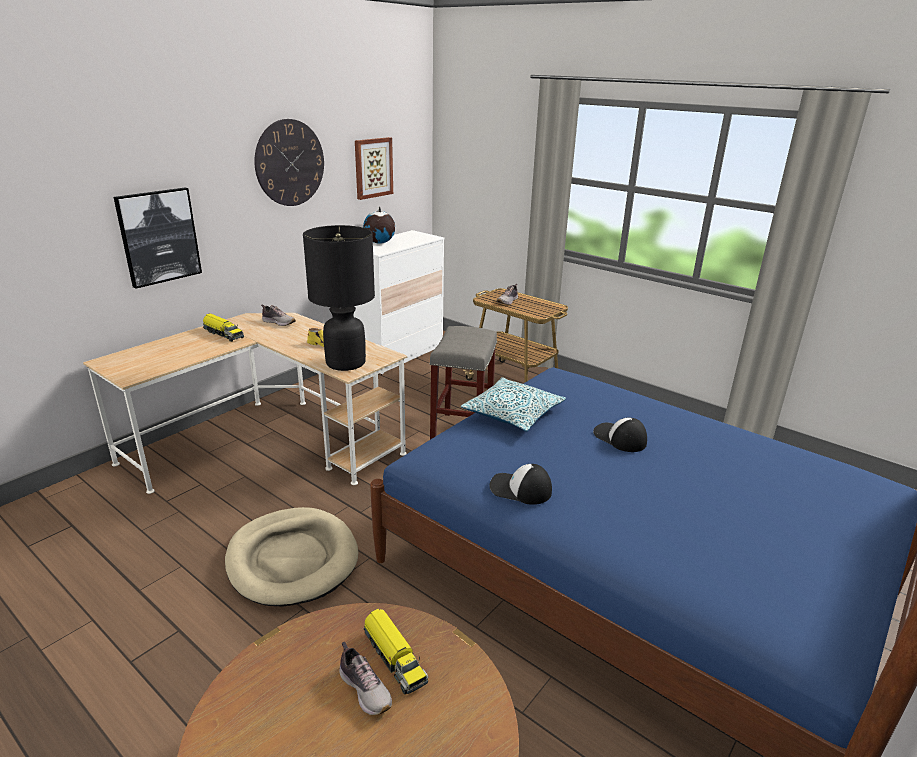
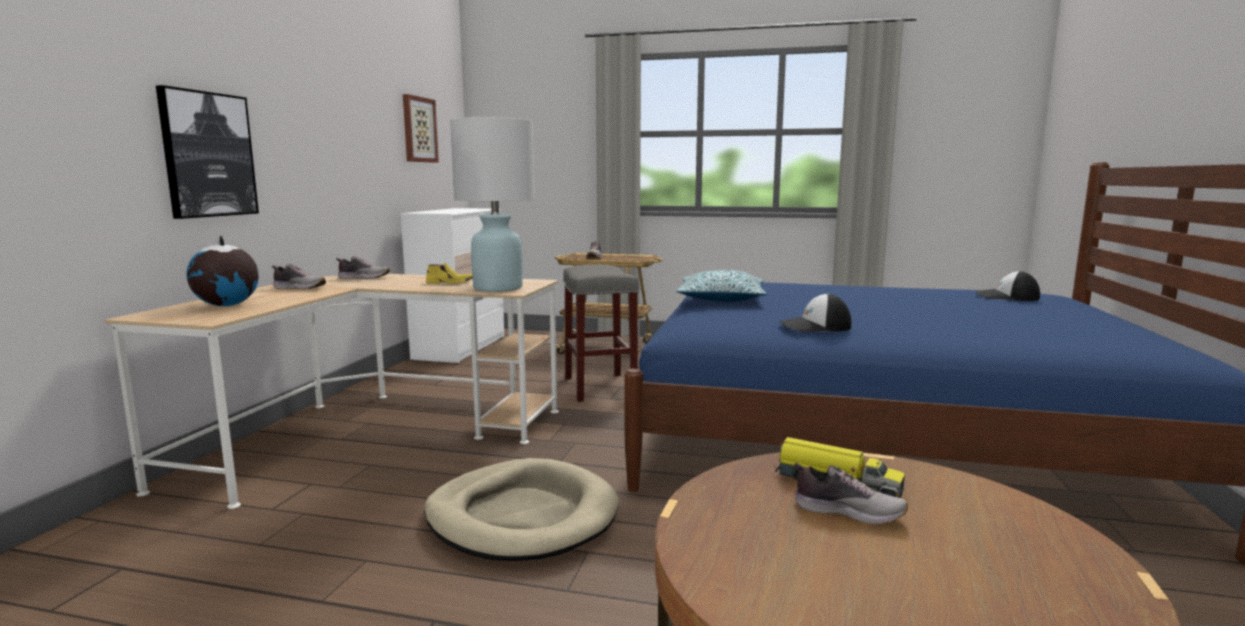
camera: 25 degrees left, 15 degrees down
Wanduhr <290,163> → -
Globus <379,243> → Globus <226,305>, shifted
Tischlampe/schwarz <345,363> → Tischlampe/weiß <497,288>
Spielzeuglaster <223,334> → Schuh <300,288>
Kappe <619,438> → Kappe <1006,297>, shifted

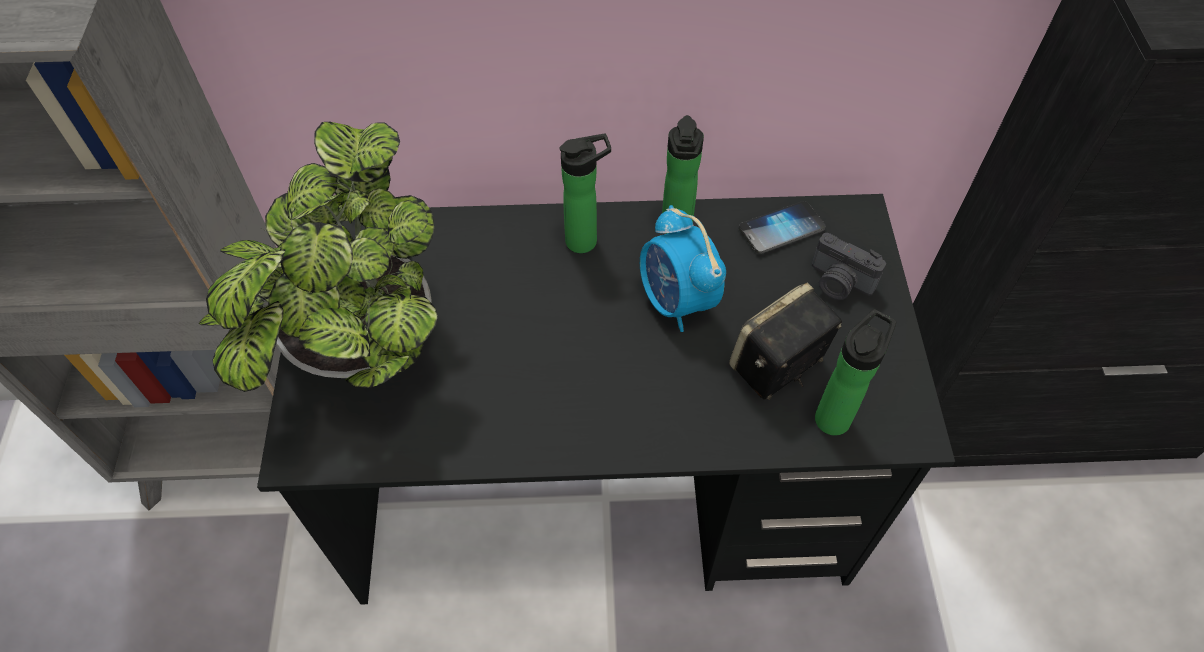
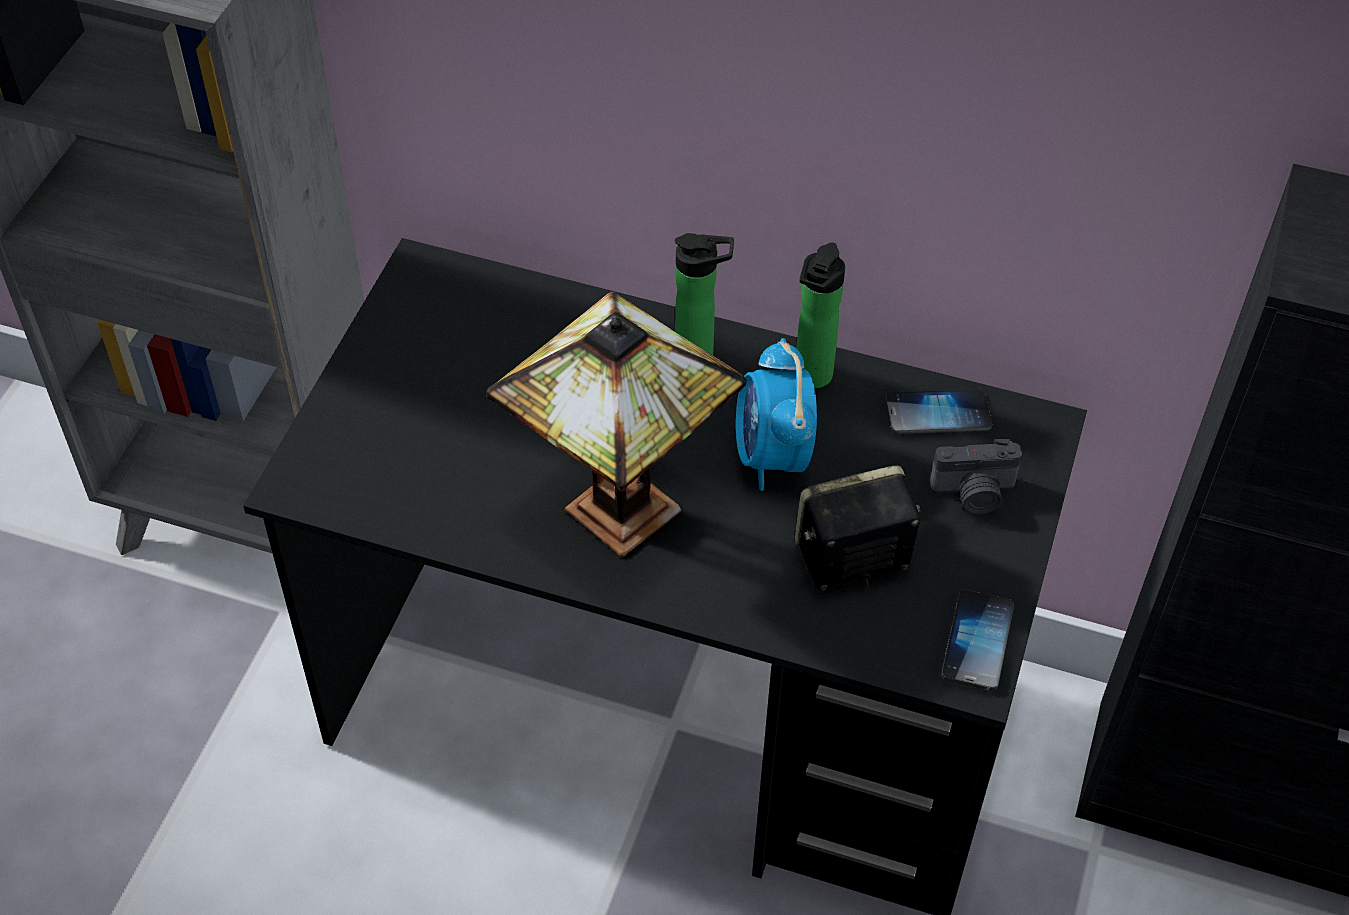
camera: 20 degrees right, 5 degrees down
Topfpflanze <360,351> → -
Kamera <838,283> → Kamera <974,494>, 60 degrees counterclockwise
Flasche <835,415> → -
- → Tischlampe <620,518>
- → Handy <977,641>

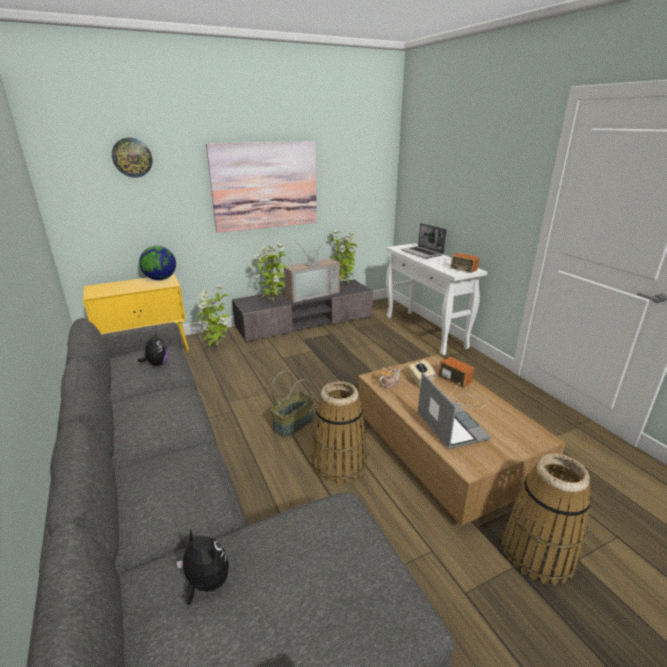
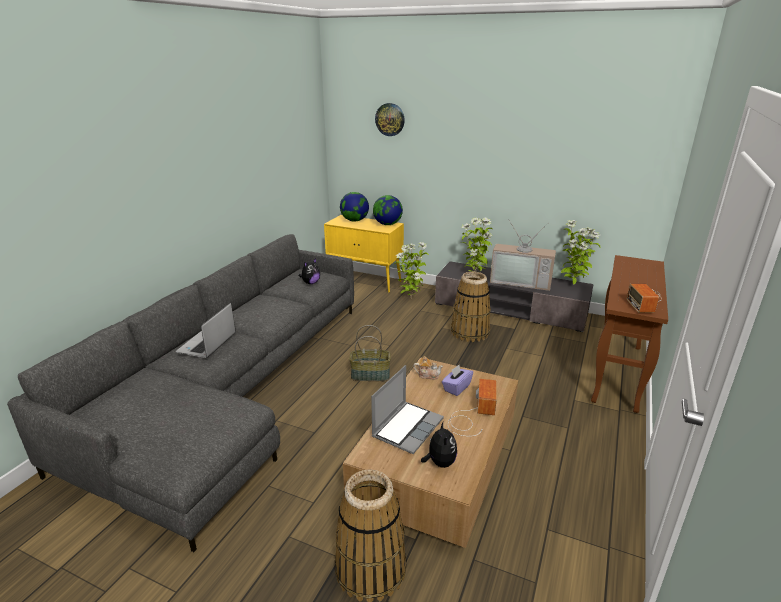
camera: 50 degrees right, 0 degrees up
Bild <265,186> → -
Laptop <422,253> → Laptop <207,344>, shifted
Konsolentisch/weiß <425,332> → Konsolentisch/braun <617,373>
Taschentuchbox/beige <420,380> → Taschentuchbox/lila <456,388>
Korb <339,463> → Korb <470,332>, shifted
Plüschtier <206,583> → Plüschtier <440,462>, shifted
- → Globus <354,220>

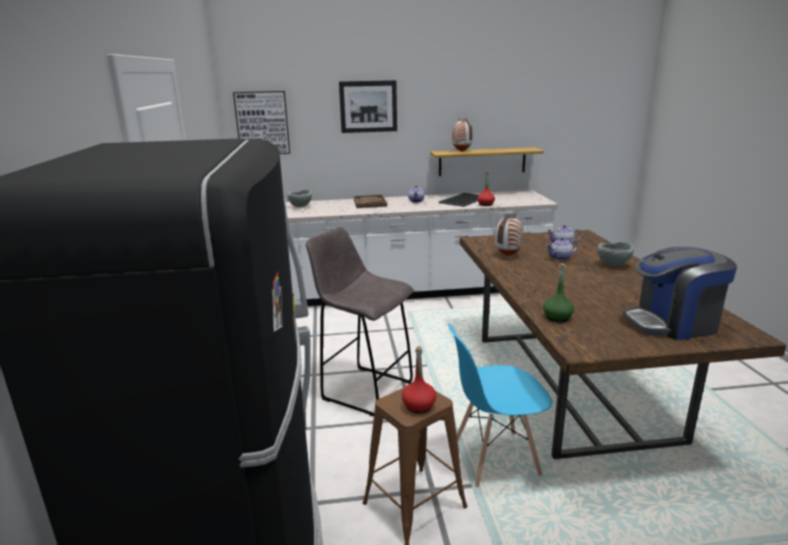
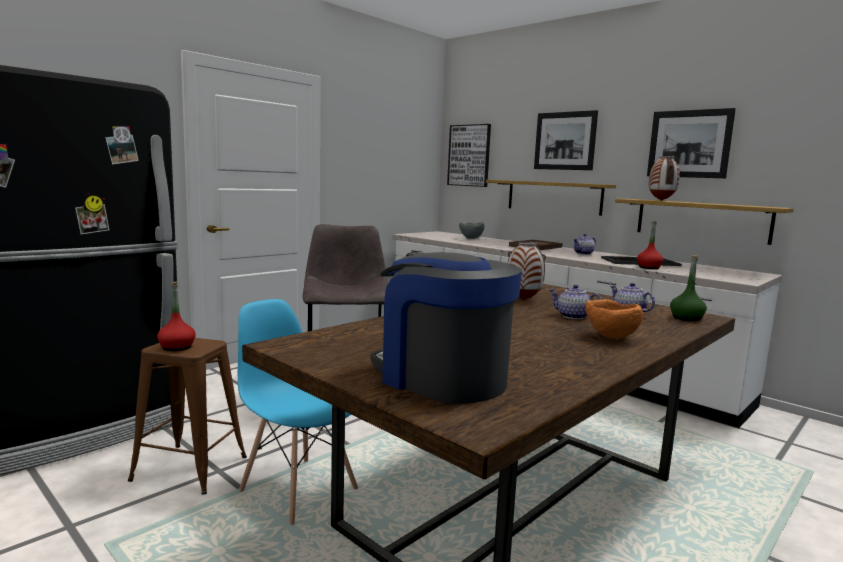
camera: 50 degrees right, 10 degrees down
Schüssel/grau <613,265> → Schüssel/orange <610,338>
Flasche/grün <557,317> → Flasche/grün <686,318>, shifted
- → Bild <689,144>
- → Wandregal <553,197>

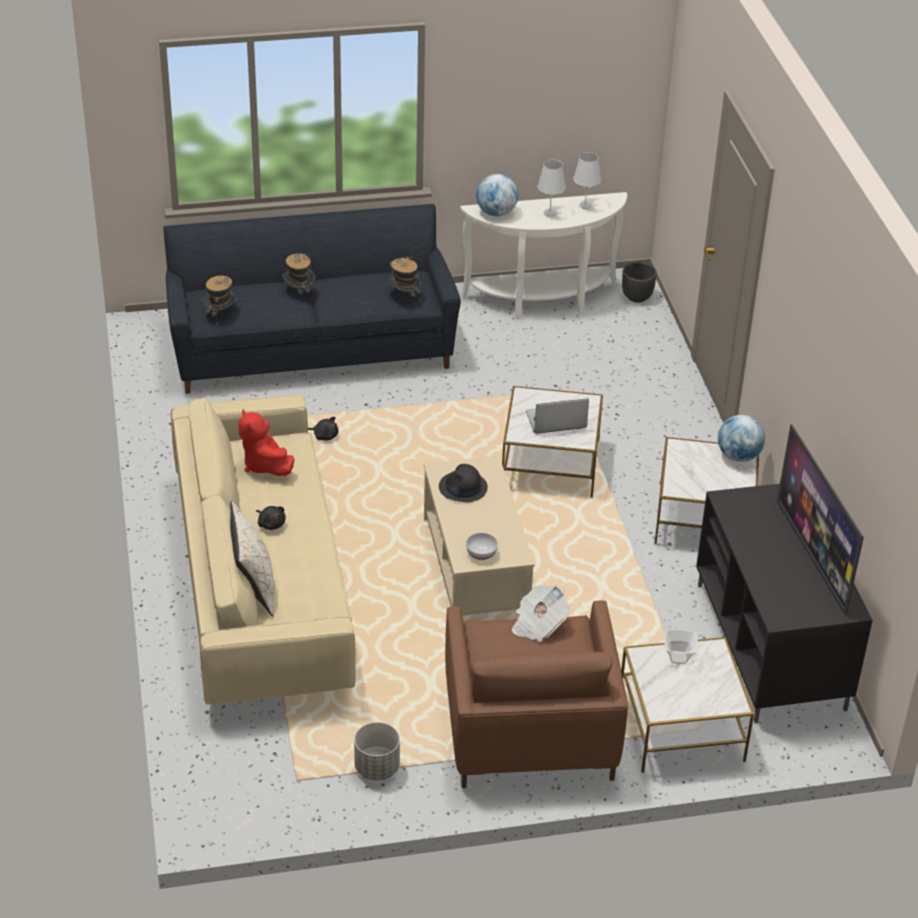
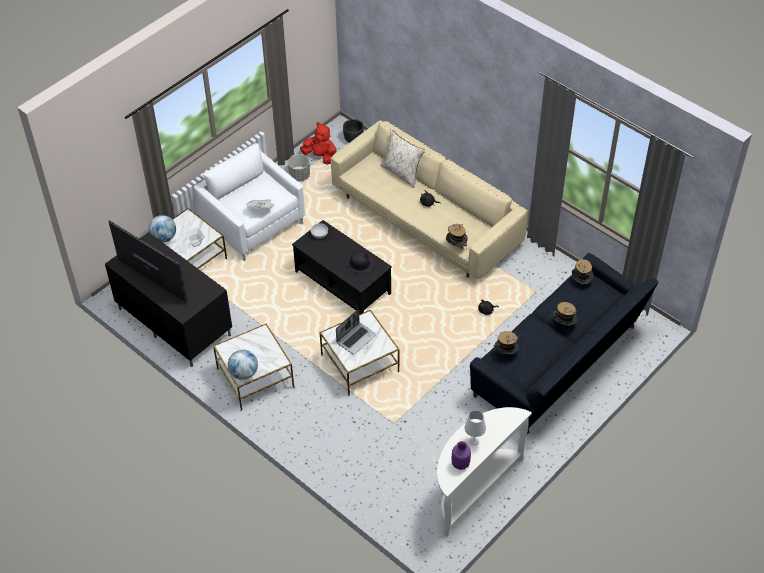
camera: 145 degrees right, 10 degrees up
Tischlampe/weiß <584,205> → Vase/lila <460,463>
Globus <496,213> → Globus <164,238>, shifted
Pflanzkübel/schwarz <637,297> → Pflanzkübel/schwarz <353,140>, shifted
Plüschtier/rot <264,465> → Plüschtier/rot <320,156>, shifted
Couchtisch/beige <473,567> → Couchtisch/schwarz <343,282>
Sessel/braun <529,730> → Sessel/weiß <252,223>
- → Hut <456,246>

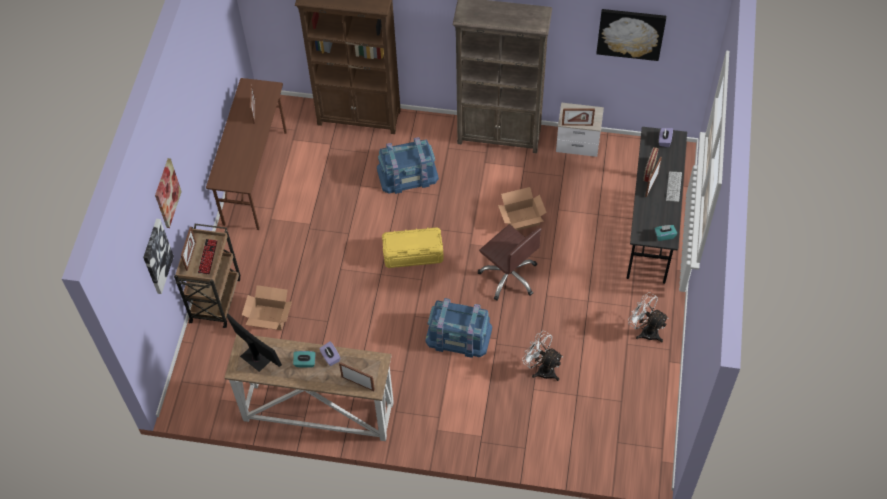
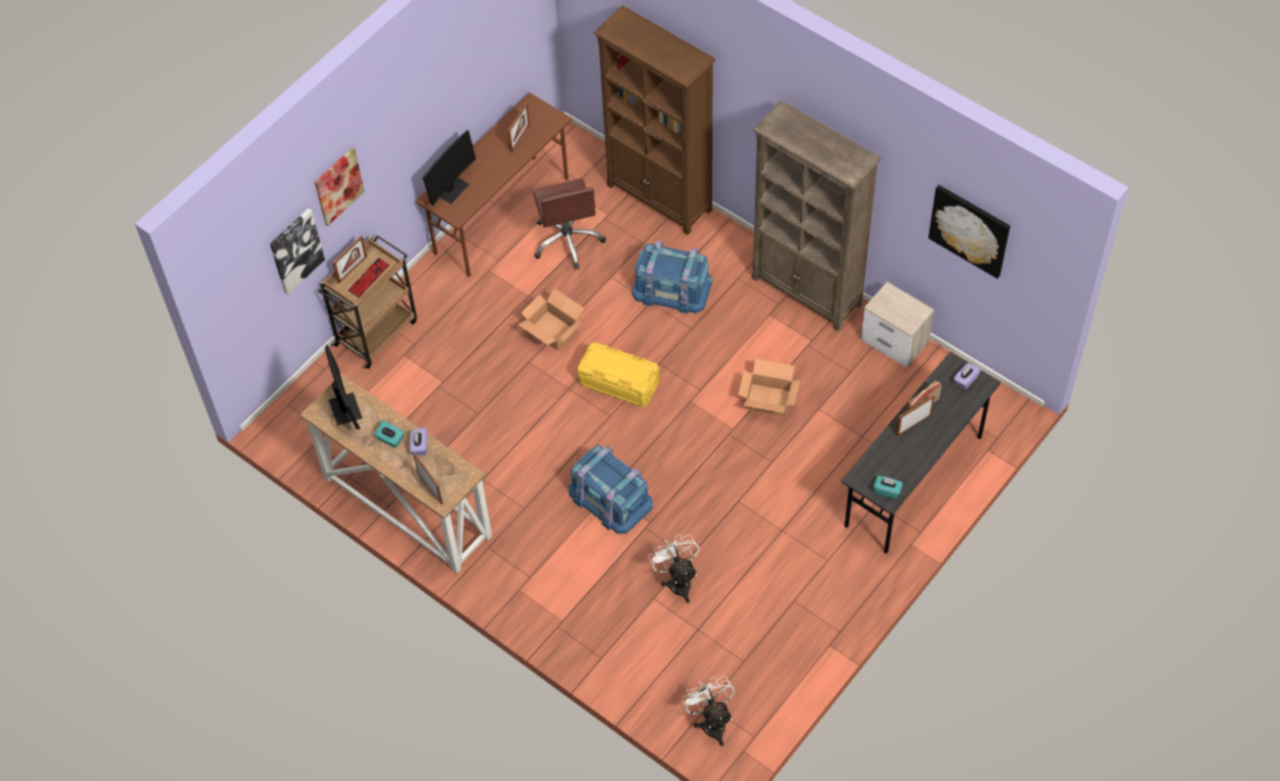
camera: 30 degrees right, 0 degrees up
Bilderrahmen <577,125> → -
Tastatur <673,187> → -
Bürostuhl/braun <509,276> → Bürostuhl/braun <568,240>, shifted
Karton <269,317> → Karton <552,330>, shifted
Ventilator/weiß <645,330> → Ventilator/weiß <711,722>, shifted
- → Monitor <451,189>

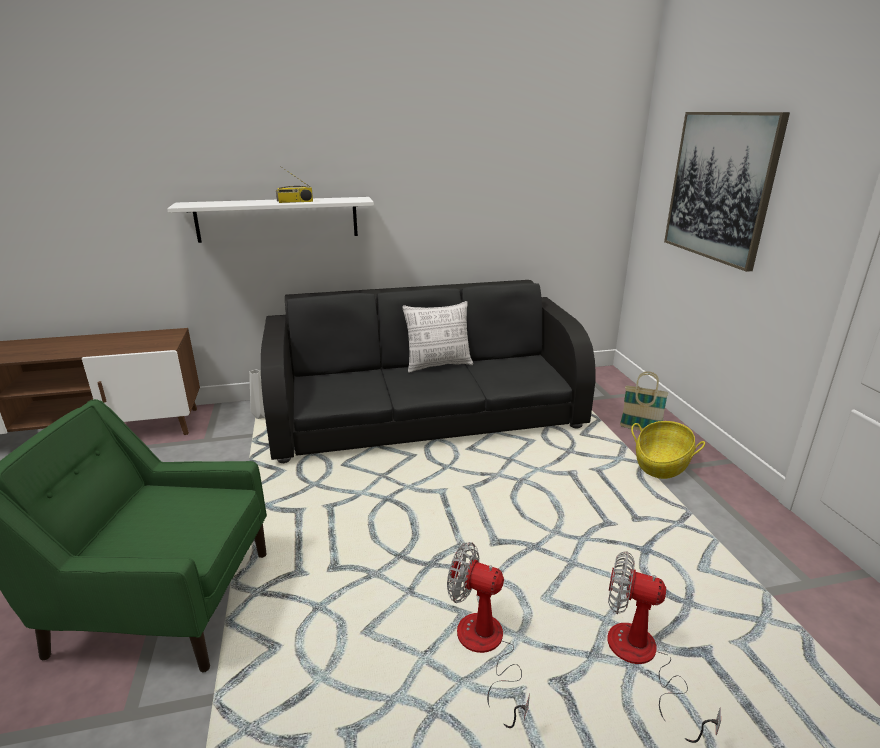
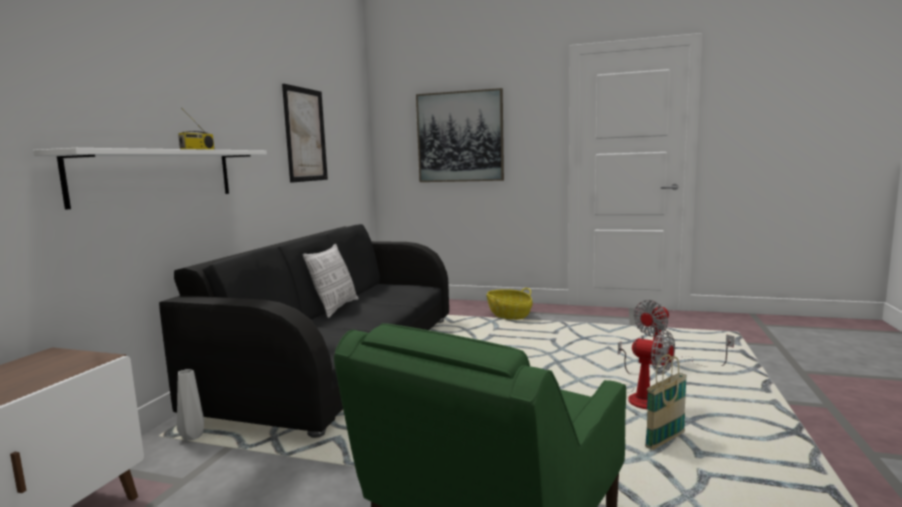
camera: 60 degrees left, 15 degrees down
Korb <640,429> → Korb <665,441>, shifted
Ventilator <485,649> → Ventilator <641,397>, 105 degrees counterclockwise
- → Bild <305,135>

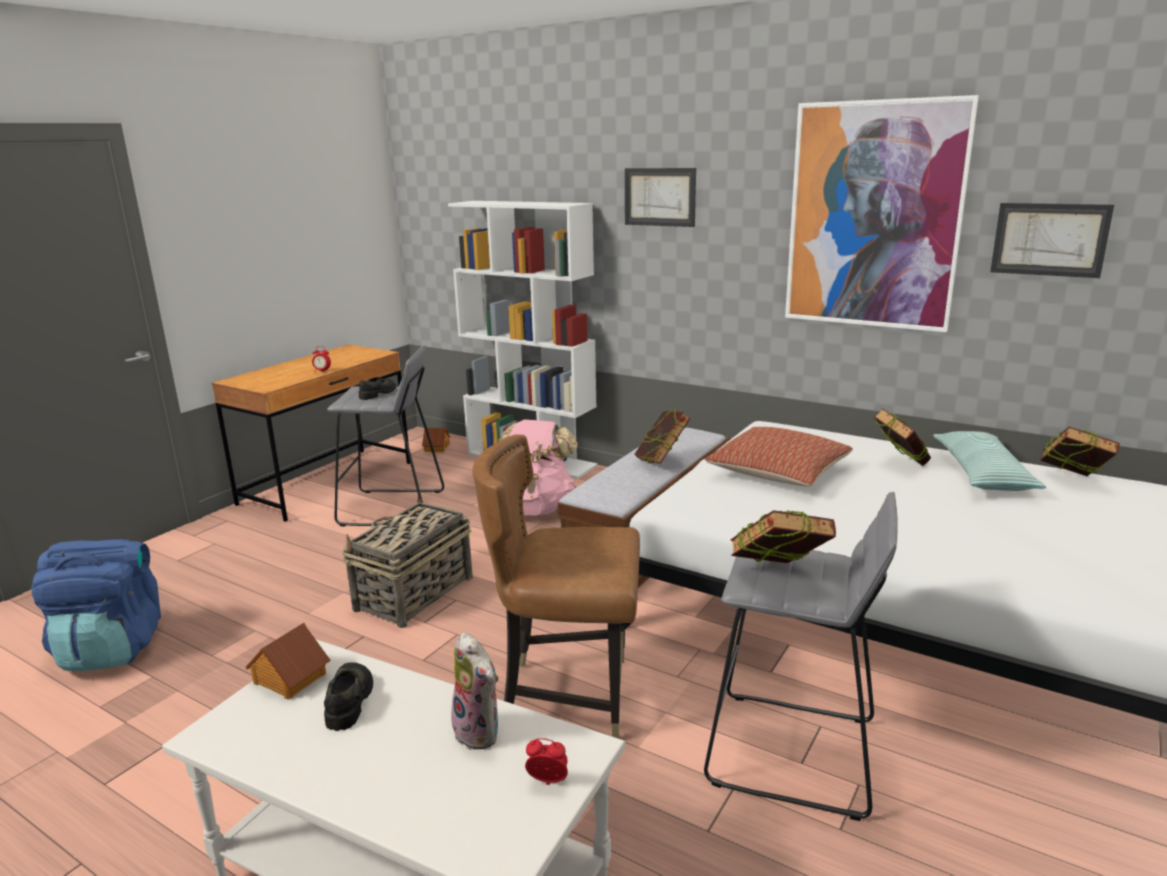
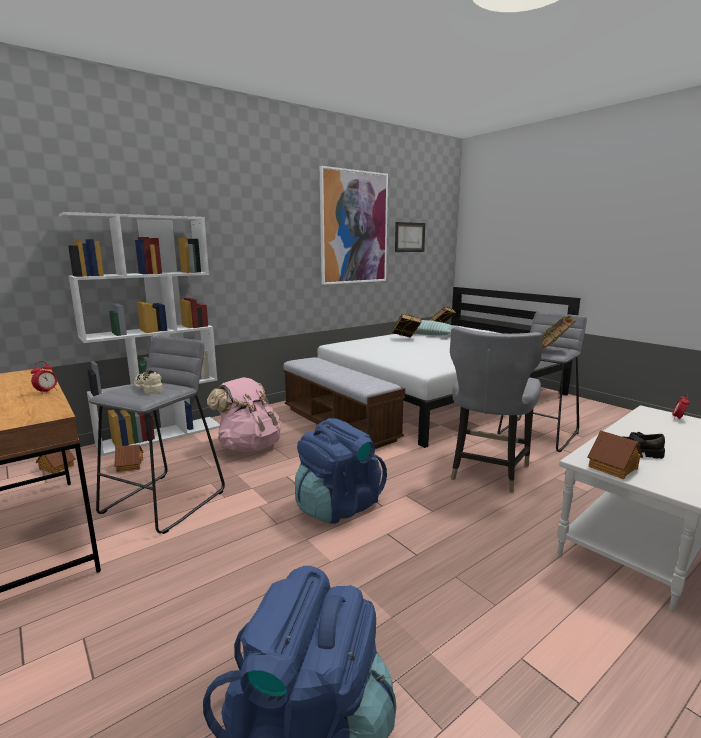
camera: 70 degrees left, 5 degrees down
Bild <660,197> → -
Schuh/schwarz <378,393> → Schuh/beige <149,388>
Buch <661,462> → -
Kissen <778,472> → -
Stuhl/braun <568,695> → Stuhl/grau <486,471>
Korb <413,594> → Rucksack/blau <337,506>
Plüschtier <480,732> → -
- → Spielzeughaus <129,465>

